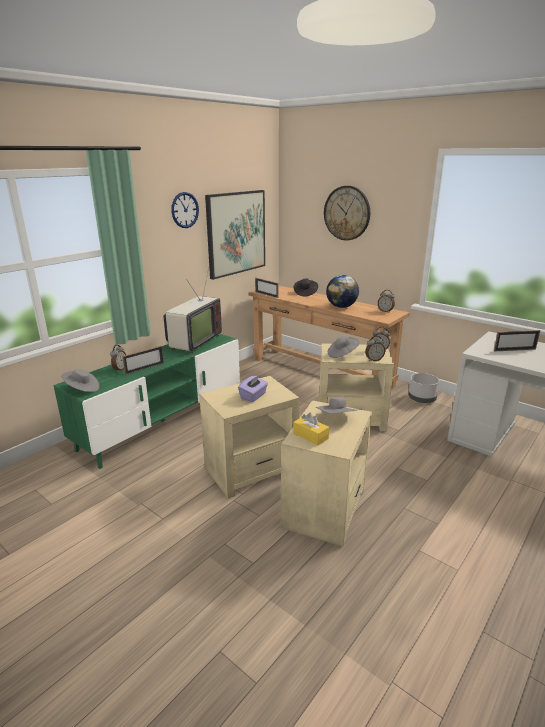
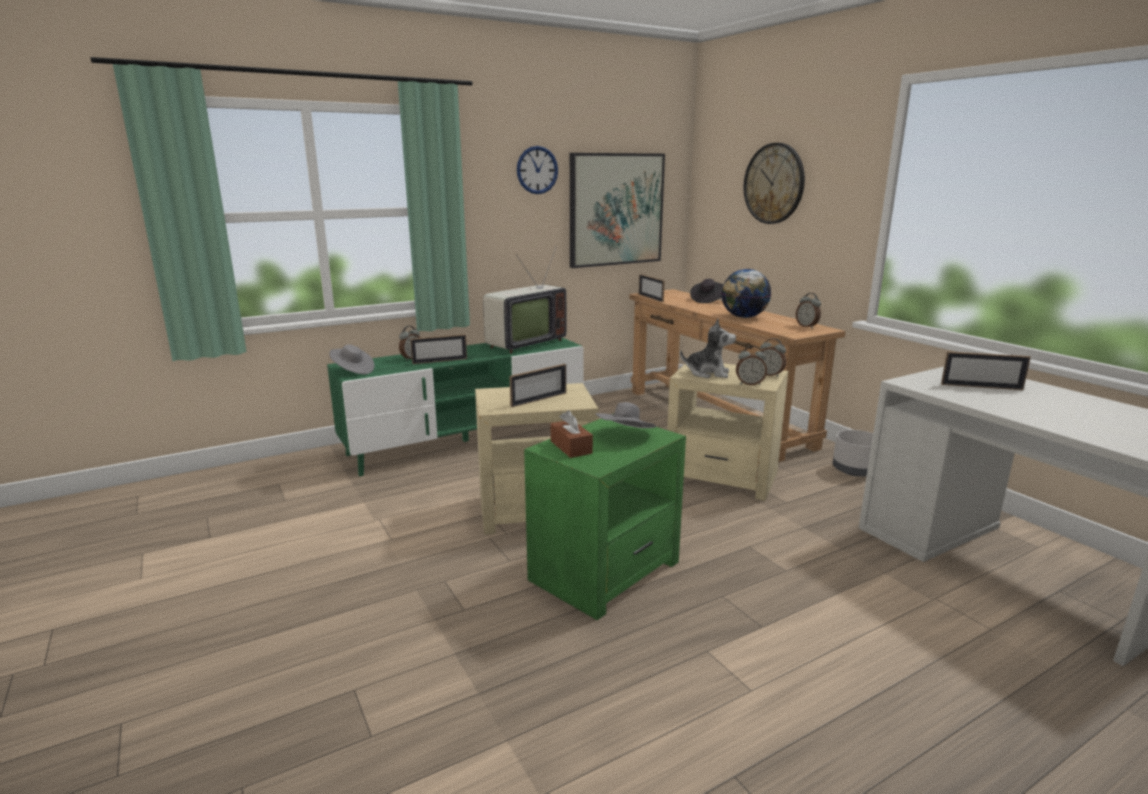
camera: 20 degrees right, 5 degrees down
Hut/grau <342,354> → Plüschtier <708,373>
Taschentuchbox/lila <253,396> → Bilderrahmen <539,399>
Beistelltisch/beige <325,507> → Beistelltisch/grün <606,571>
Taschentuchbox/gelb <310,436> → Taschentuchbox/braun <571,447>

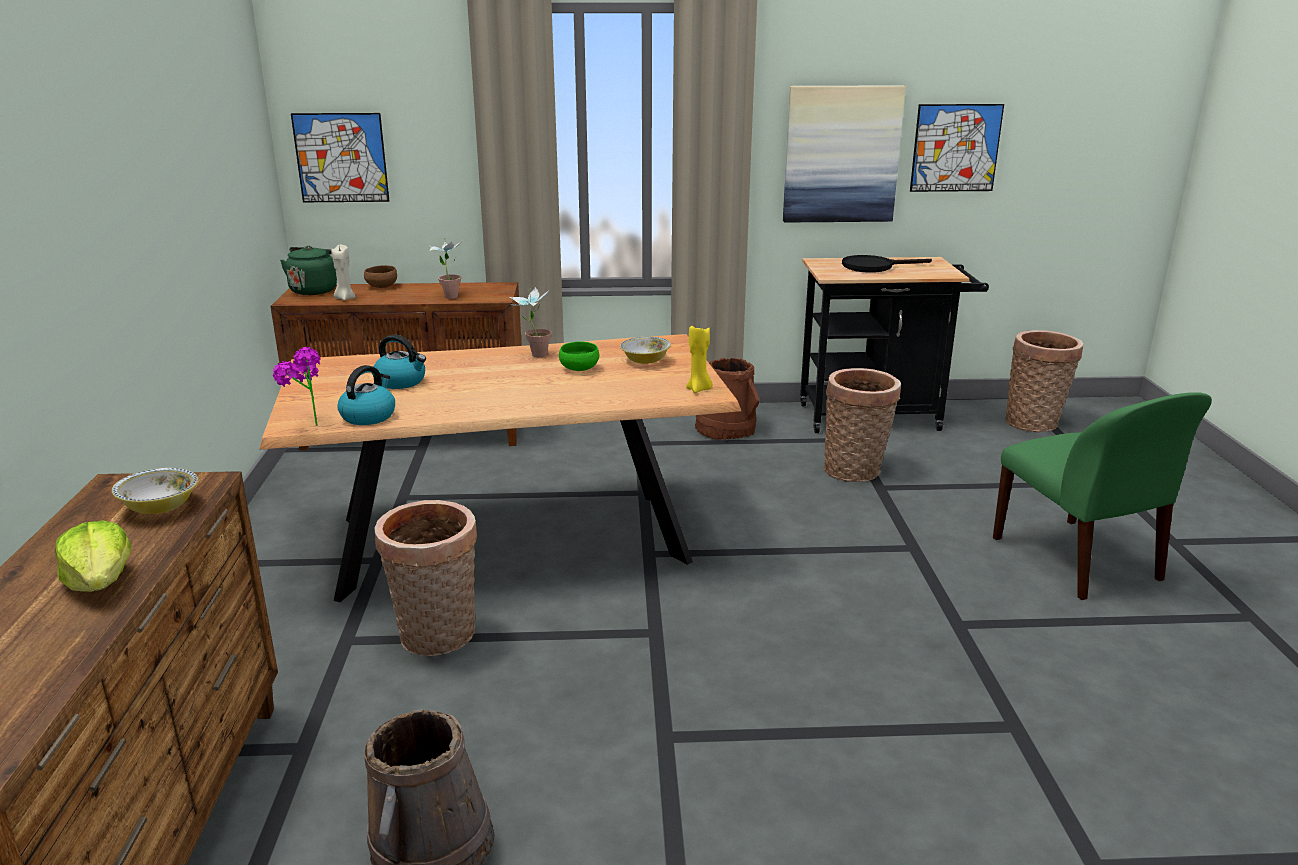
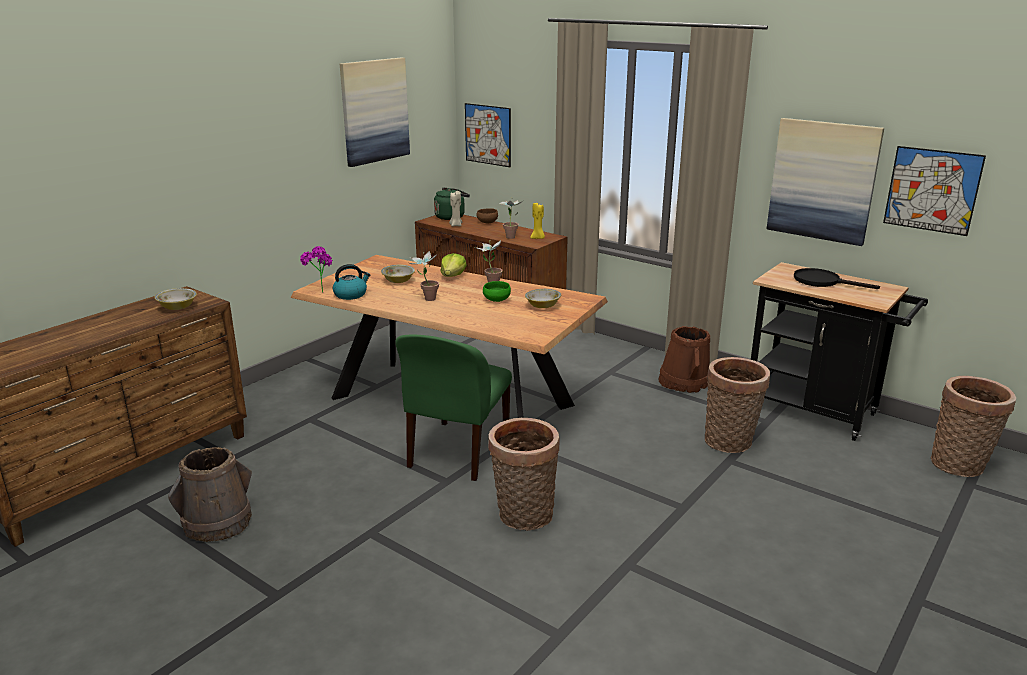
camera: 40 degrees right, 0 degrees up
Kerze/gelb <699,389> → Kerze/gelb <538,238>, shifted
Wasserkessel <401,382> → Schüssel <398,281>
Stuhl/grün <1078,560> → Stuhl/grün <457,452>, shifted
Korb <437,638> → Korb <523,517>, shifted
Salatkopf <100,582> → Salatkopf <453,276>, shifted
- → Bild <374,111>
- → Topfpflanze <426,298>

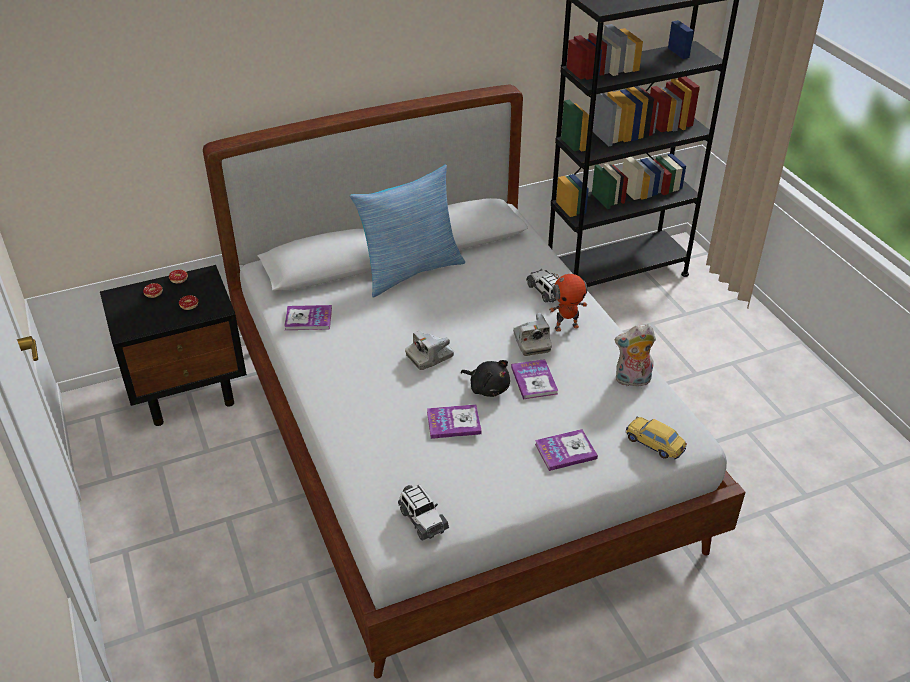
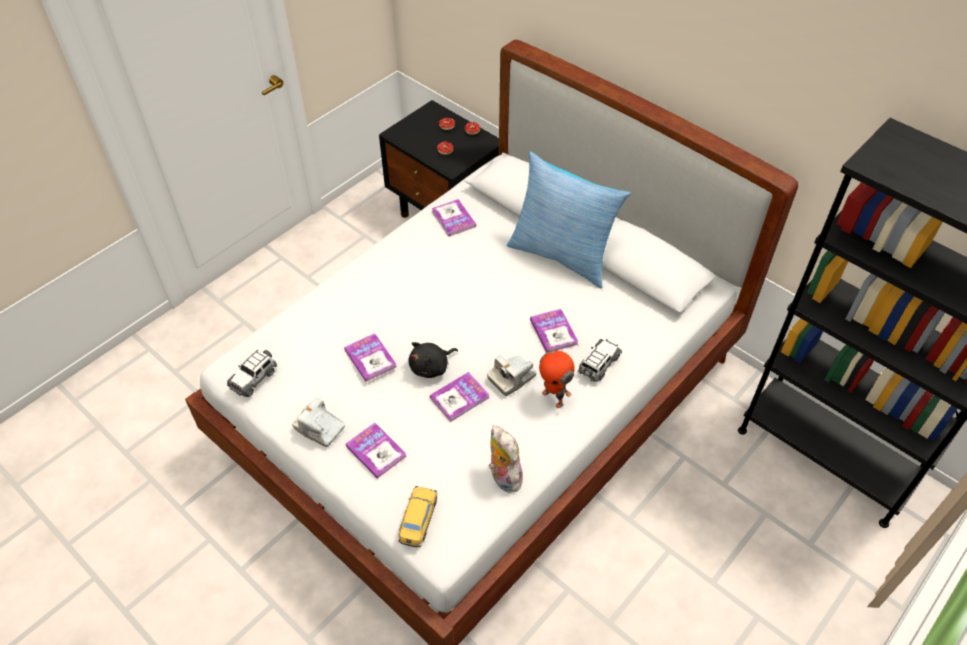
camera: 65 degrees right, 10 degrees up
Kamera <429,356> → Kamera <319,428>, shifted
Plüschtier/schwarz <487,388> → Plüschtier/schwarz <431,367>, 45 degrees clockwise
- → Buch <553,332>

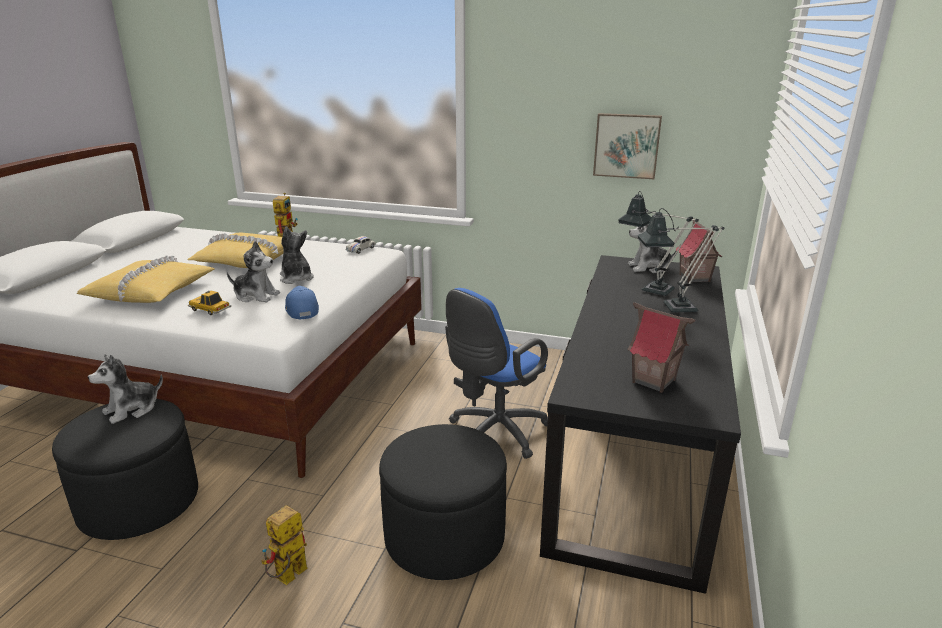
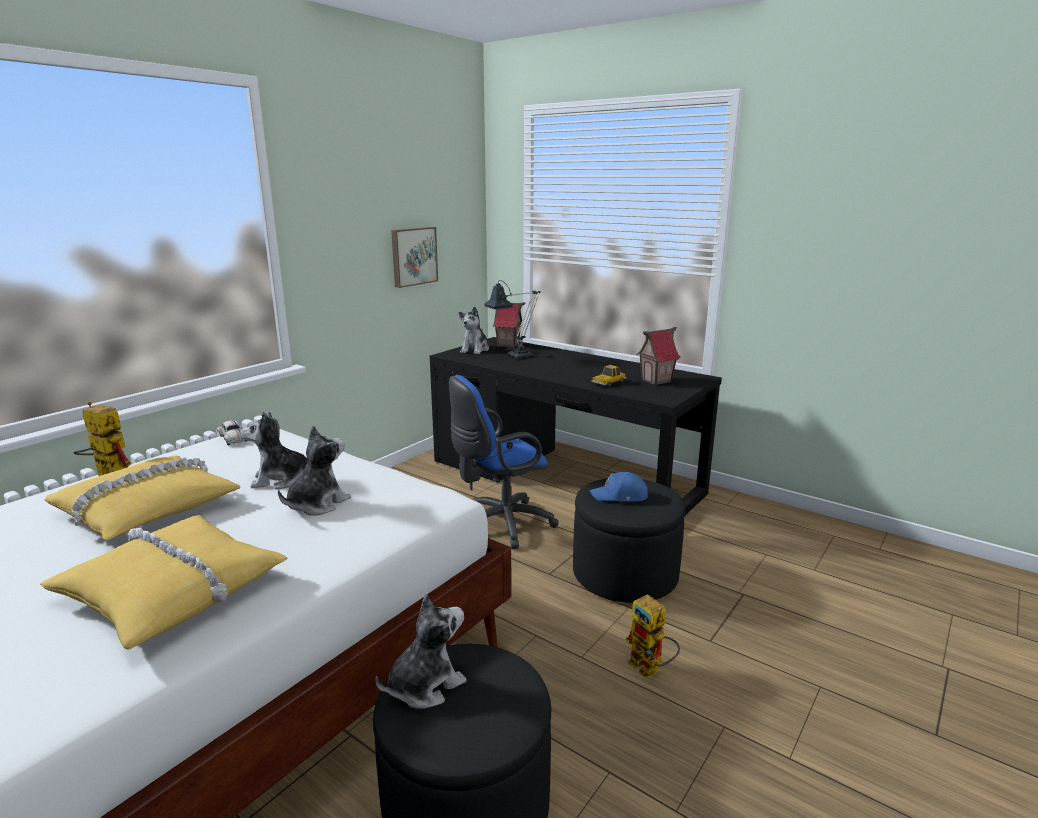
camera: 70 degrees left, 5 degrees down
Tischlampe <671,308> → -
Kappe/blau <301,309> → Kappe/blau <620,496>, shifted
Bürostuhl/blau <494,434> → Bürostuhl/blau <500,525>, 90 degrees clockwise
Spielzeugauto <210,309> → Spielzeugauto <608,382>, shifted
Plüschtier <132,409> → Plüschtier <425,685>, 105 degrees counterclockwise

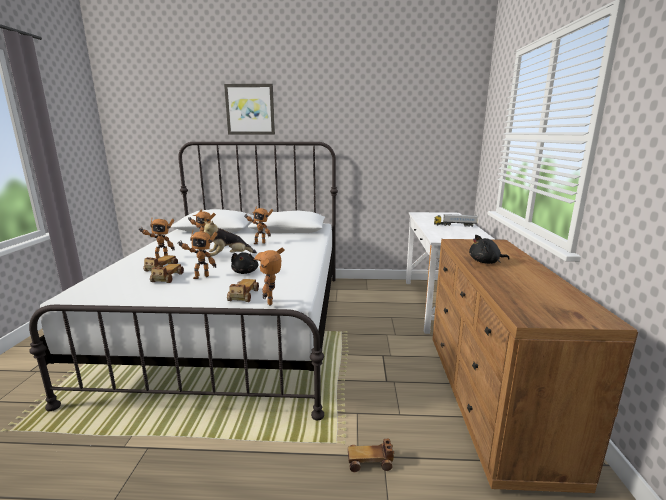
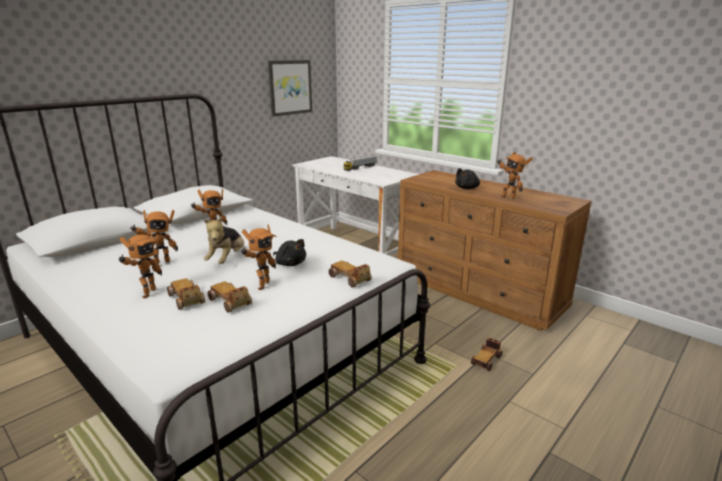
camera: 50 degrees left, 5 degrees up
Bild <250,109> → Bild <290,87>, shifted
Spielzeugroboter <273,302> → Spielzeugroboter <508,197>, shifted

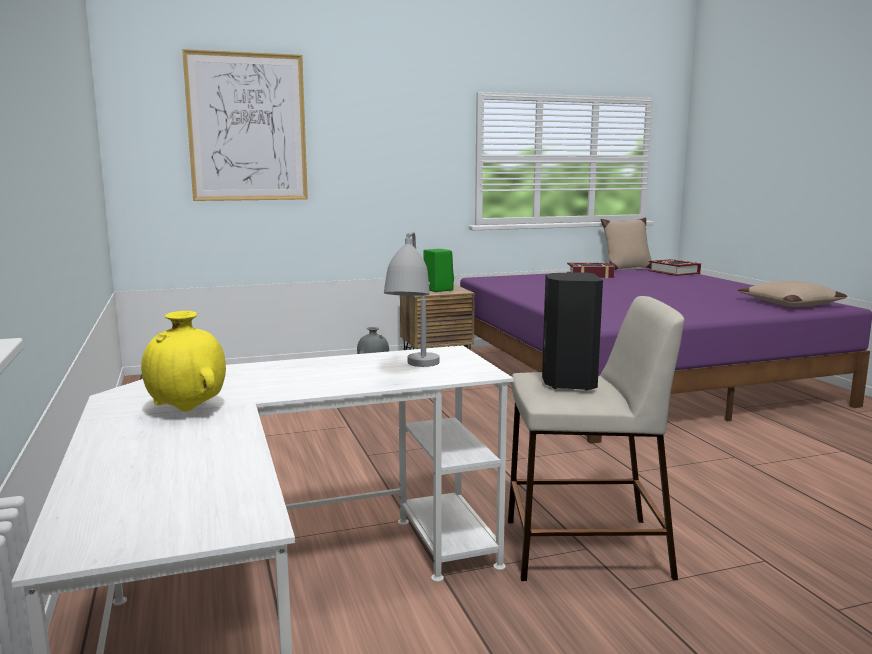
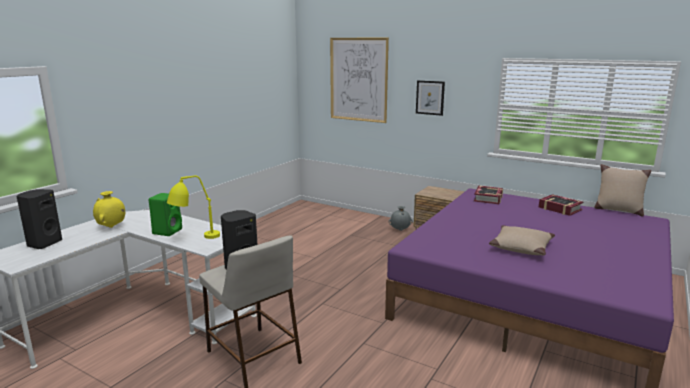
camera: 50 degrees right, 5 degrees up
Tischlampe/grau <414,372> → Tischlampe/gelb <194,238>
Lautsprecher/grün <437,289> → Lautsprecher/grün <167,231>, shifted
Buch <674,272> → Buch <488,198>, shifted
Kissen/beige <789,304> → Kissen/beige <520,247>, shifted
- → Bild <430,97>
- → Lautsprecher/schwarz <44,243>

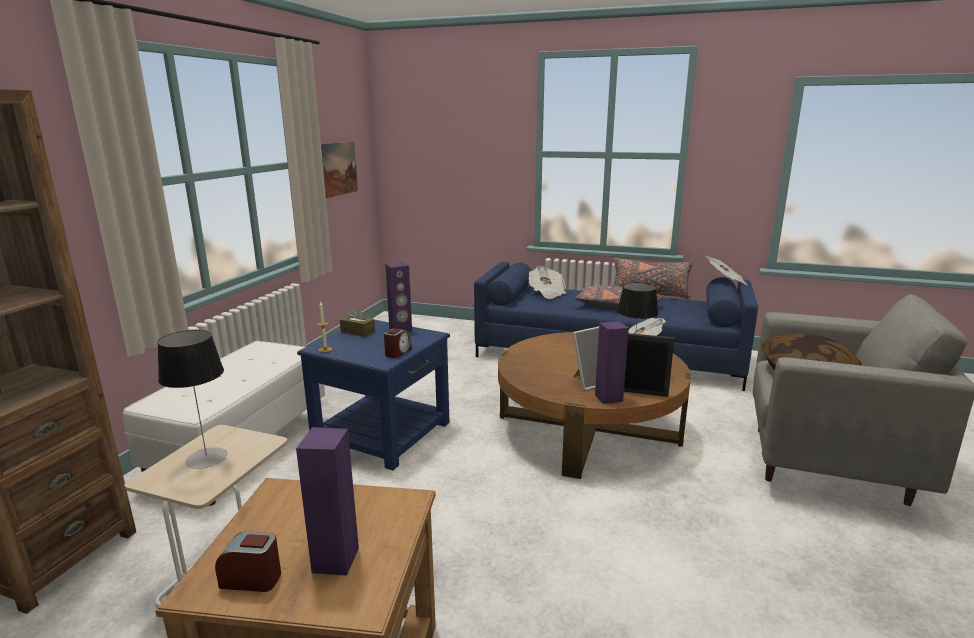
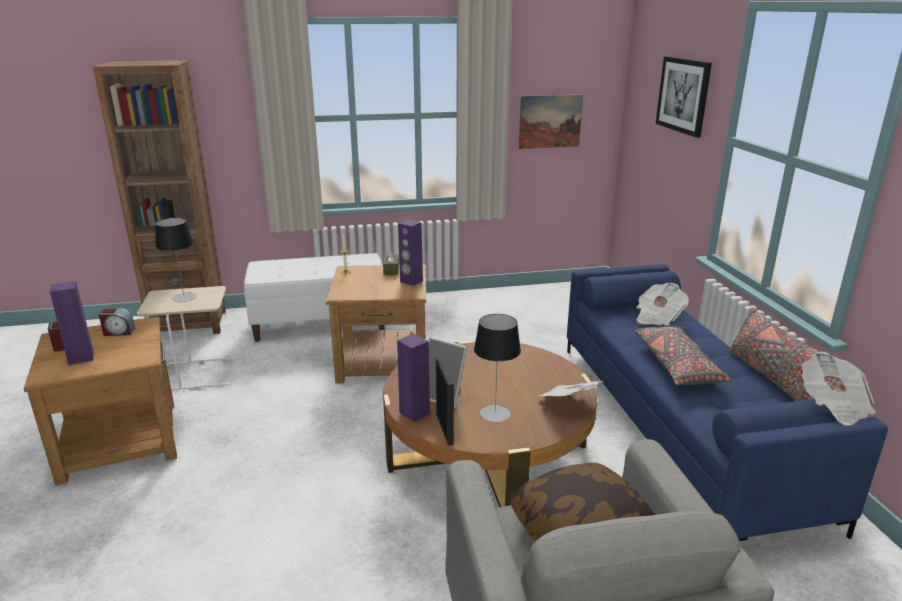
camera: 60 degrees right, 5 degrees up
Beistelltisch/blau <383,433> → Beistelltisch/braun <383,360>
Wecker <398,352> → Wecker <118,332>, shifted
- → Bild <683,95>

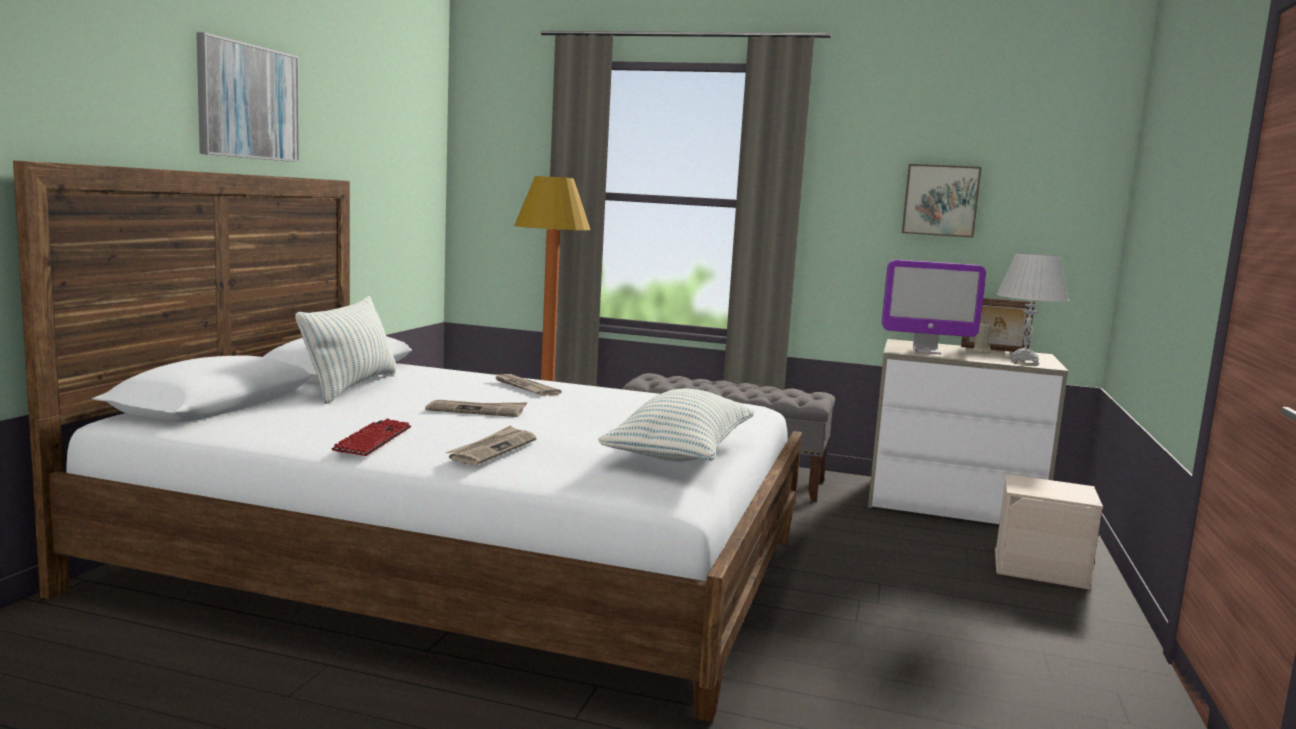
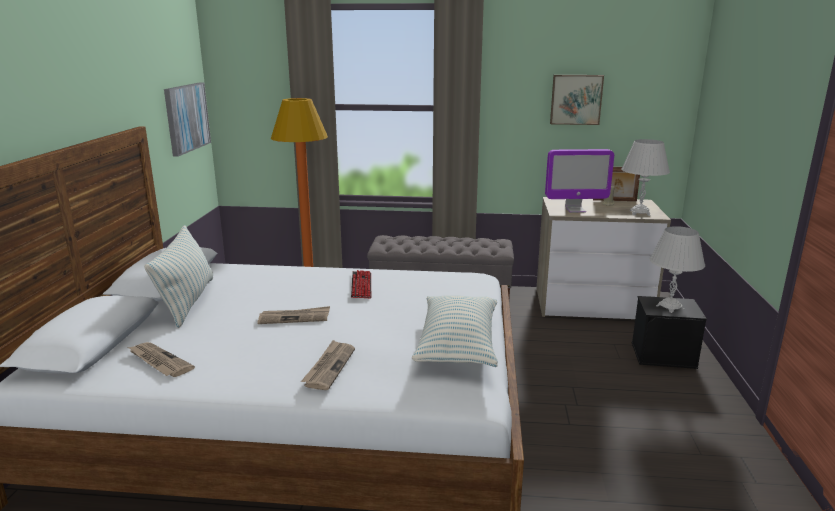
camera: 10 degrees left, 10 degrees up
Bild <248,102> → Bild <186,117>, shifted
Zeitung <524,387> → Zeitung <159,361>, shifted
Tastatur <373,440> → Tastatur <361,285>, shifted
Aufbewahrungsbox/beige <1041,568> → Aufbewahrungsbox/schwarz <664,355>
- → Tischlampe/weiß <670,307>

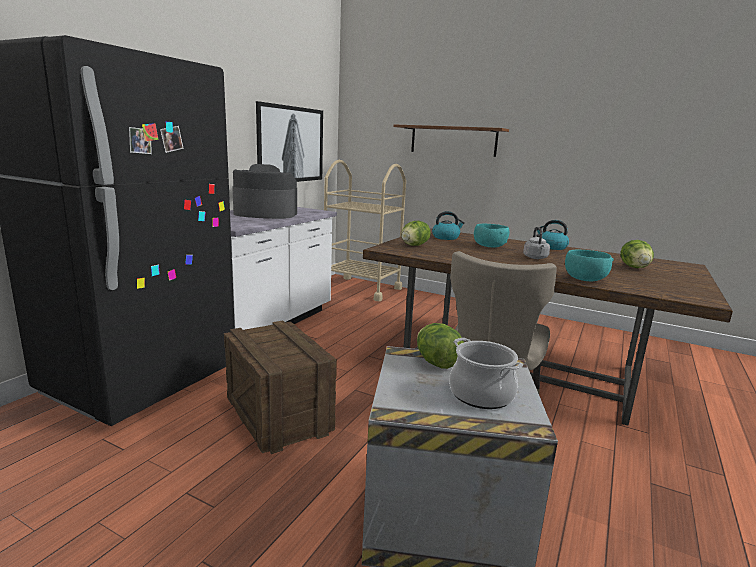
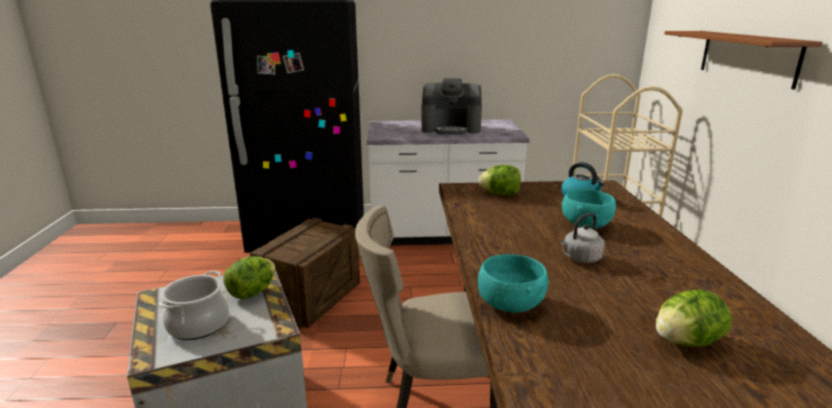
camera: 60 degrees right, 5 degrees up
Bild <290,144> → -
Kaffeemaschine <265,214> → Kaffeemaschine <451,128>, 120 degrees clockwise
Wasserkessel <551,247> → -

